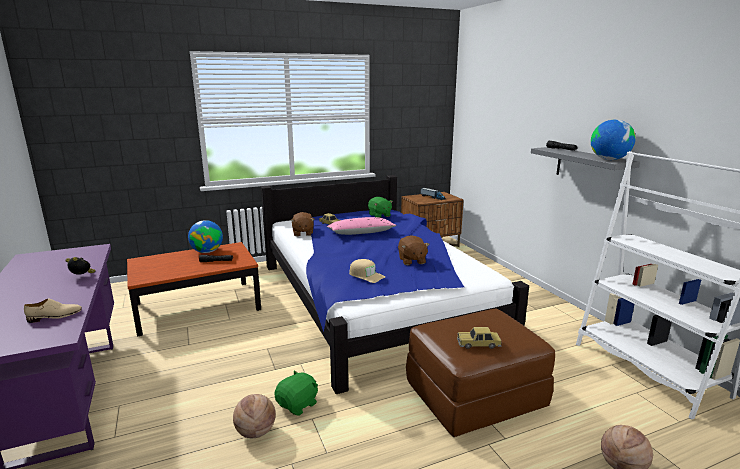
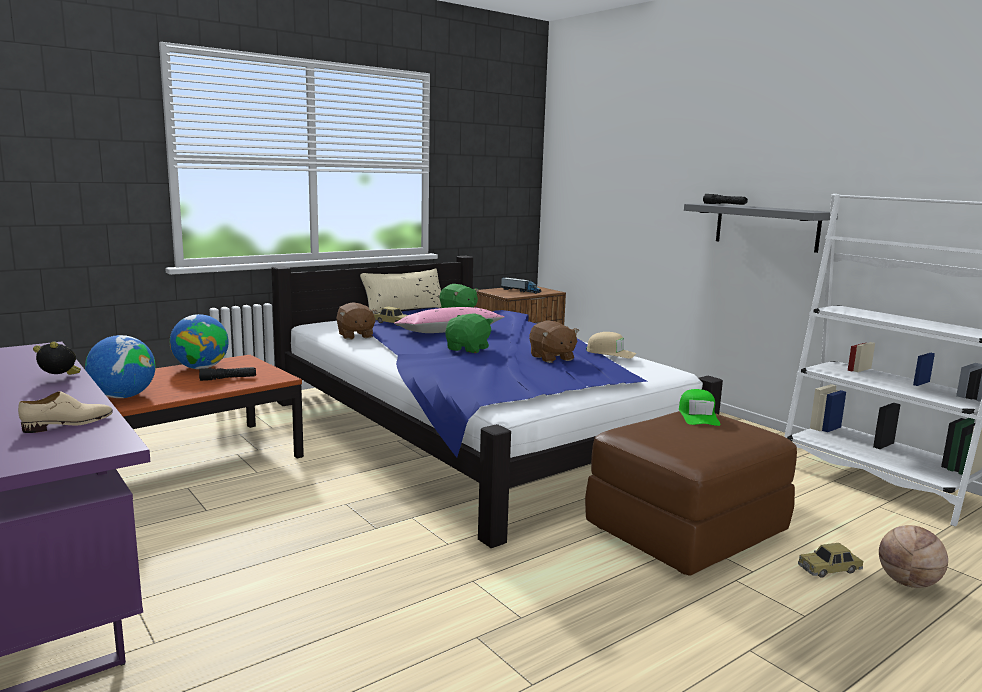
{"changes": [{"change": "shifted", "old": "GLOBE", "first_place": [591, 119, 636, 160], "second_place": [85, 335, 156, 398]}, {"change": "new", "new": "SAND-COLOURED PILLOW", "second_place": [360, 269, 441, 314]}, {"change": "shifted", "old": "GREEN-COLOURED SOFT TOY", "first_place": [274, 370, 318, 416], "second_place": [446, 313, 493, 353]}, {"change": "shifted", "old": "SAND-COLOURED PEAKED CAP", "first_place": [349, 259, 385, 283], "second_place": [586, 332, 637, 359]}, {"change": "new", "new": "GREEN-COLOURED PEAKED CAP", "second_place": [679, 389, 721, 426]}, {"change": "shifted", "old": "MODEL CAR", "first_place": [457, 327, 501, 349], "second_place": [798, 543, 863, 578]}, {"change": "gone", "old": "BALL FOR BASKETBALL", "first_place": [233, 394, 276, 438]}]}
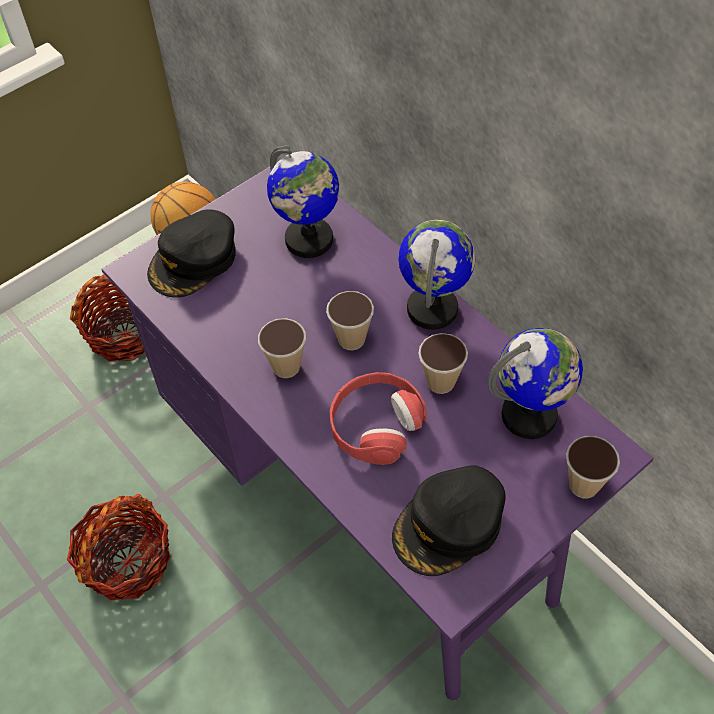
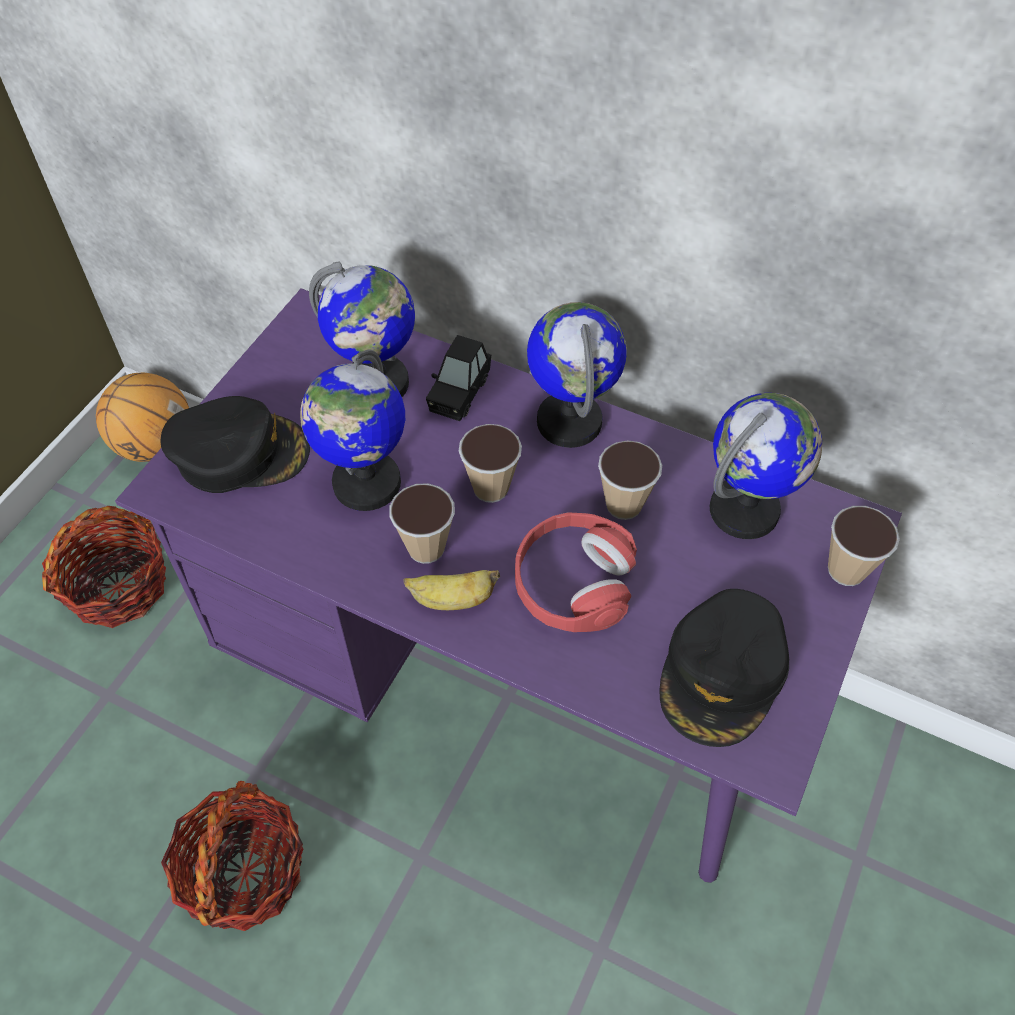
{"changes": [{"change": "rotated", "old": "BLACKISH PEAKED CAP", "first_place": [147, 209, 236, 298], "second_place": [161, 396, 310, 493], "degrees": -105}, {"change": "new", "new": "GLOBE", "second_place": [300, 350, 405, 511]}, {"change": "new", "new": "BANANA", "second_place": [403, 570, 500, 610]}, {"change": "new", "new": "BLACKISH MODEL CAR", "second_place": [426, 335, 491, 421]}]}
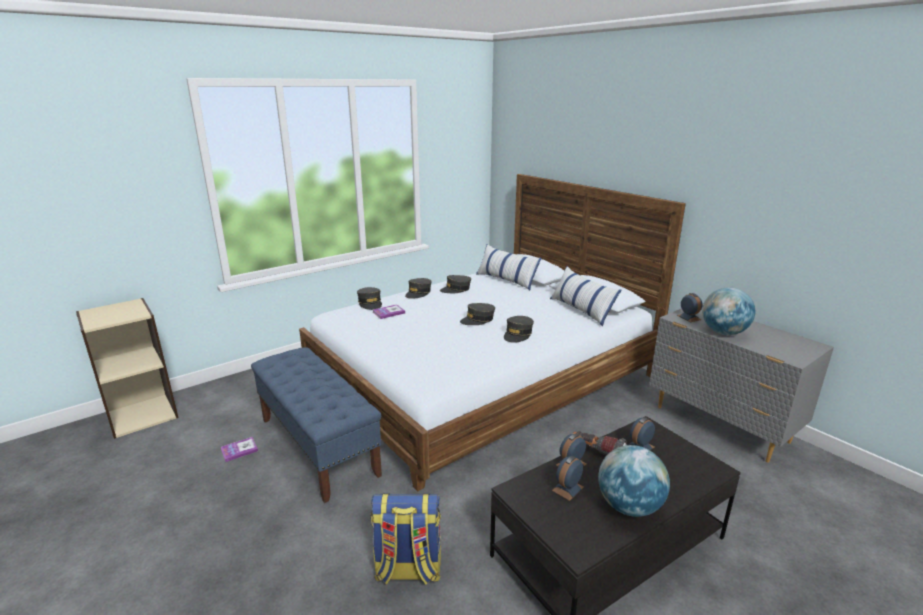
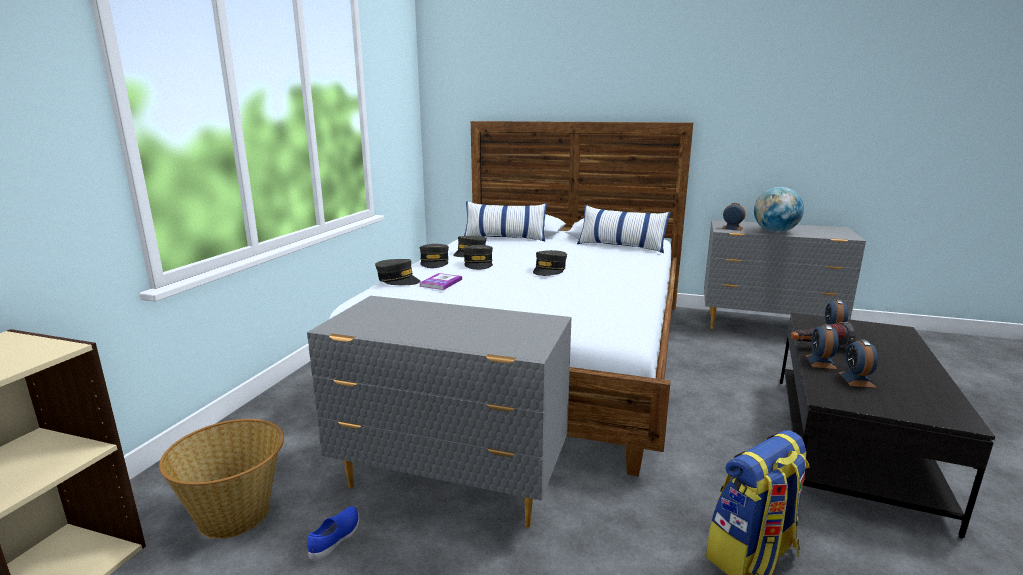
{"changes": [{"change": "new", "new": "BASKET", "second_place": [159, 419, 284, 539]}, {"change": "swapped", "old": "BLUISH LONG SEAT", "new": "GRAY CHEST OF DRAWERS", "first_place": [251, 347, 382, 503], "second_place": [307, 296, 571, 528]}, {"change": "swapped", "old": "VOLUME", "new": "BLUISH LOW SHOE", "first_place": [221, 437, 258, 462], "second_place": [307, 506, 359, 561]}, {"change": "shifted", "old": "GRAY PEAKED CAP", "first_place": [504, 316, 534, 343], "second_place": [463, 245, 493, 270]}, {"change": "gone", "old": "GLOBE", "first_place": [598, 445, 670, 517]}]}
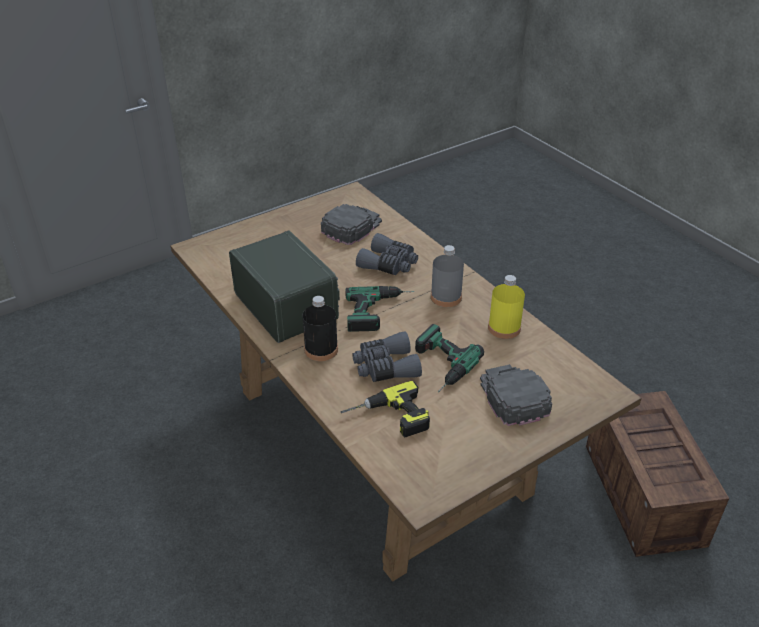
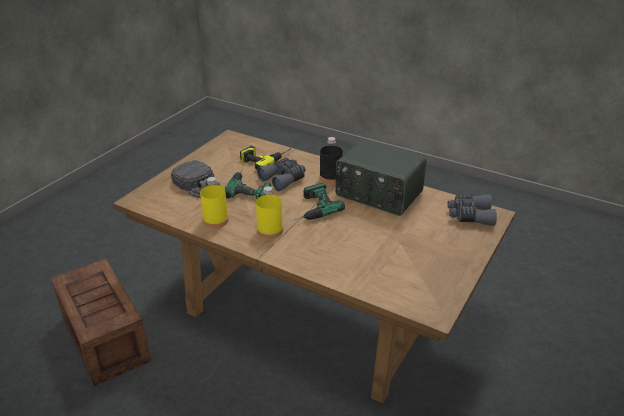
{"changes": [{"change": "repainted", "old": "GRAY DRINK BOTTLE", "new": "YELLOWISH DRINK BOTTLE", "first_place": [431, 245, 464, 307], "second_place": [256, 186, 283, 239]}, {"change": "shifted", "old": "GRAY BINOCULARS", "first_place": [356, 233, 418, 275], "second_place": [447, 194, 497, 226]}, {"change": "gone", "old": "BLACKISH PEAKED CAP", "first_place": [321, 204, 382, 245]}]}
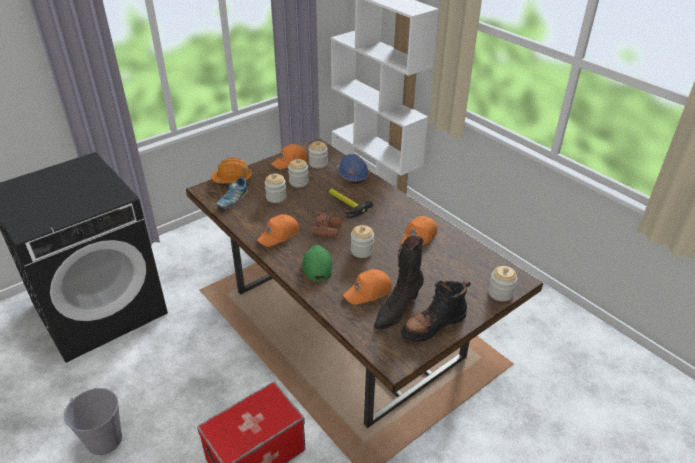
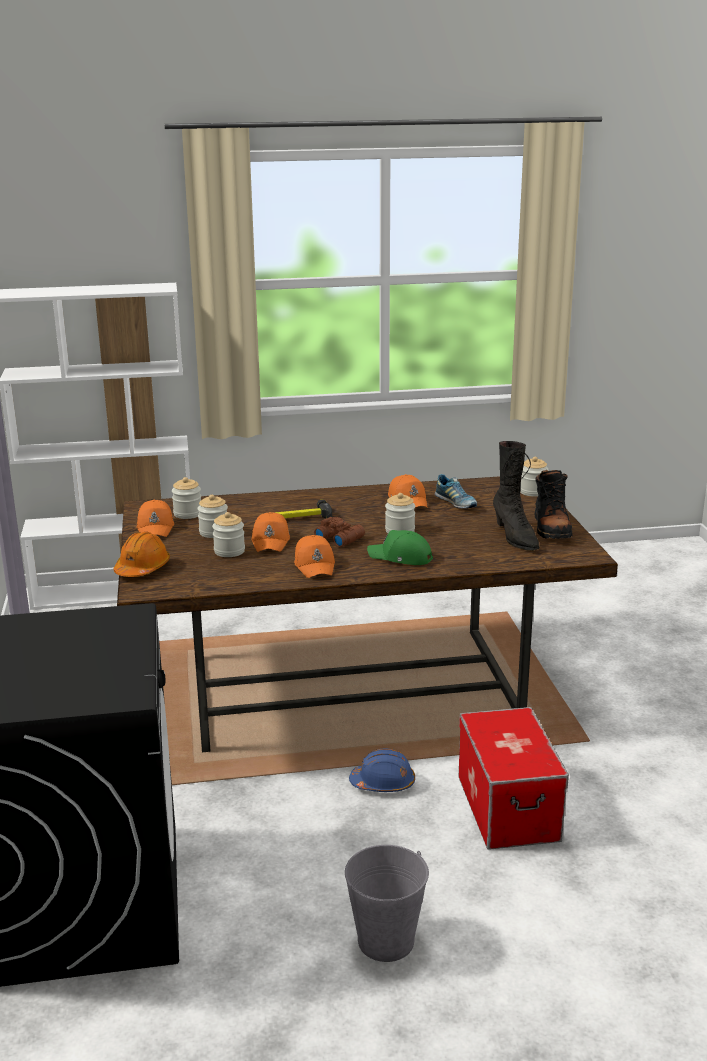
{"changes": [{"change": "shifted", "old": "ORANGEY PEAKED CAP", "first_place": [343, 269, 392, 305], "second_place": [251, 512, 290, 552]}, {"change": "shifted", "old": "BLUISH SAFETY HELMET", "first_place": [336, 154, 370, 183], "second_place": [349, 748, 415, 792]}, {"change": "shifted", "old": "LOW SHOE", "first_place": [216, 177, 248, 209], "second_place": [435, 474, 477, 508]}]}
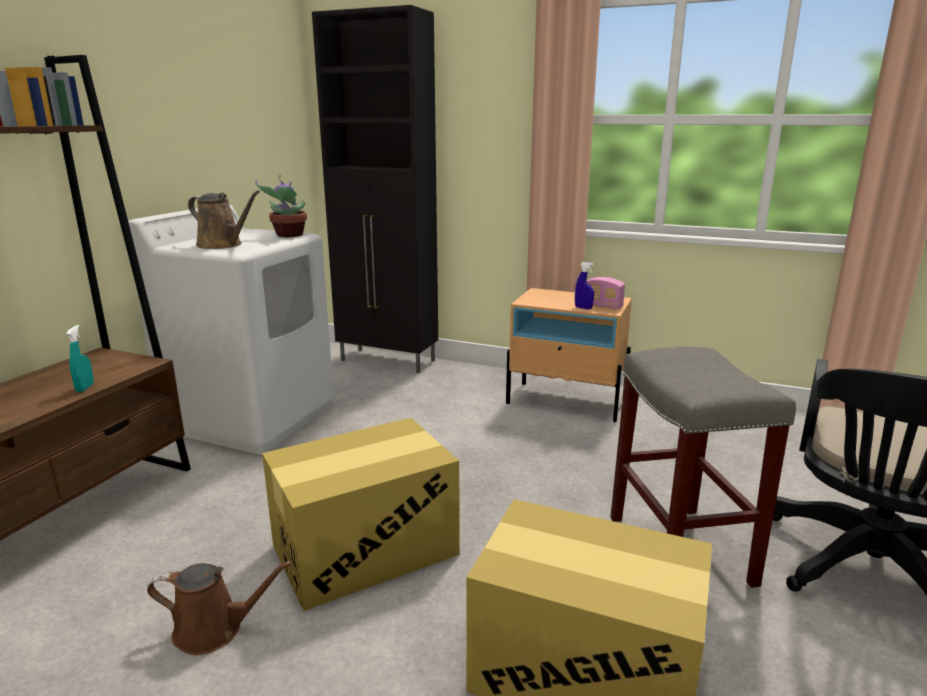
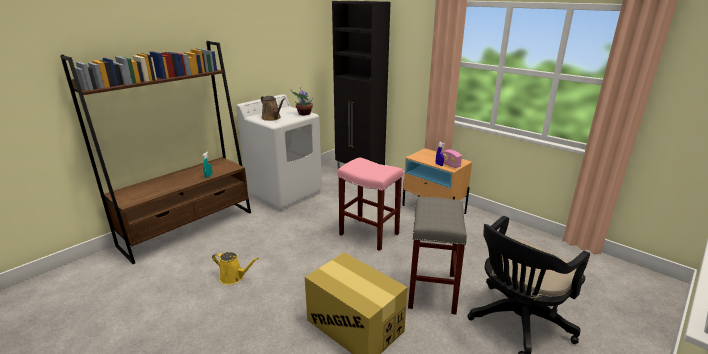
{"changes": [{"change": "repainted", "old": "BROWN WATERING CAN", "new": "YELLOWISH WATERING CAN", "first_place": [147, 561, 292, 655], "second_place": [212, 252, 259, 285]}, {"change": "new", "new": "PINK-COLOURED SITTING STOOL", "second_place": [337, 157, 403, 251]}, {"change": "gone", "old": "CARDBOARD BOX", "first_place": [262, 418, 460, 611]}]}
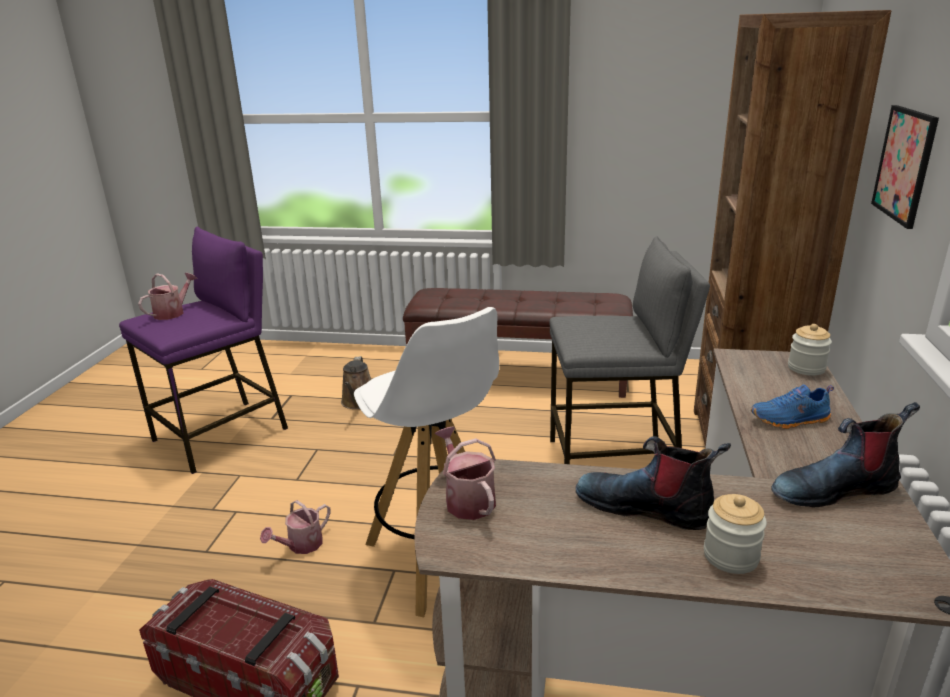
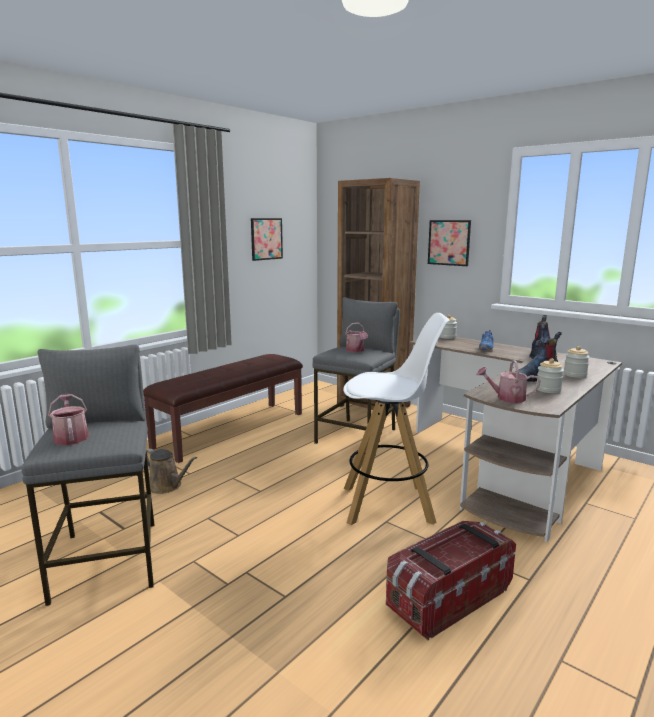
{"changes": [{"change": "repainted", "old": "PURPLE SITTING STOOL", "new": "GRAY SITTING STOOL", "first_place": [119, 226, 288, 474], "second_place": [21, 345, 154, 606]}, {"change": "new", "new": "WALL PICTURE", "second_place": [251, 218, 283, 261]}, {"change": "shifted", "old": "WATERING CAN", "first_place": [260, 500, 331, 554], "second_place": [345, 323, 368, 352]}, {"change": "new", "new": "STORAGE JAR", "second_place": [536, 358, 564, 393]}]}
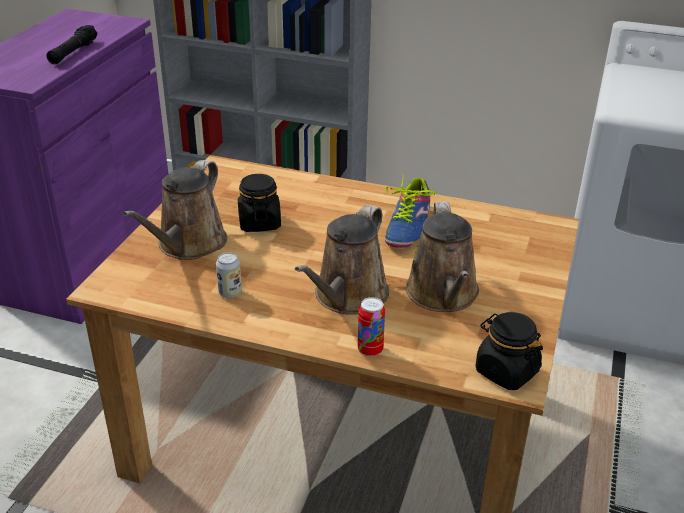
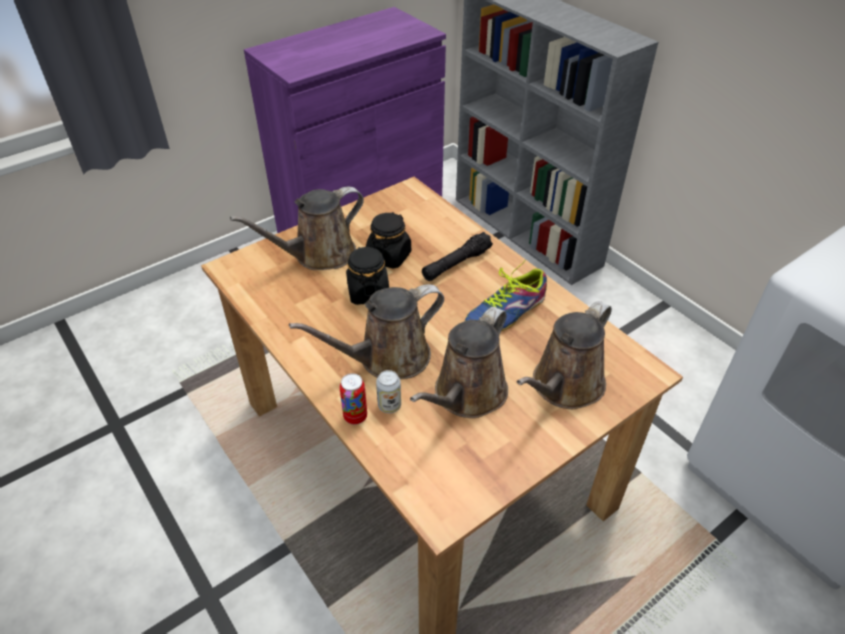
{"changes": [{"change": "shifted", "old": "BLACKISH STORAGE JAR", "first_place": [476, 312, 543, 390], "second_place": [346, 246, 389, 305]}, {"change": "shifted", "old": "CAN", "first_place": [216, 252, 242, 298], "second_place": [376, 370, 401, 413]}, {"change": "shifted", "old": "BLACKISH FLASHLIGHT", "first_place": [46, 25, 98, 64], "second_place": [422, 232, 493, 281]}, {"change": "new", "new": "BROWN WATERING CAN", "second_place": [517, 301, 612, 409]}]}
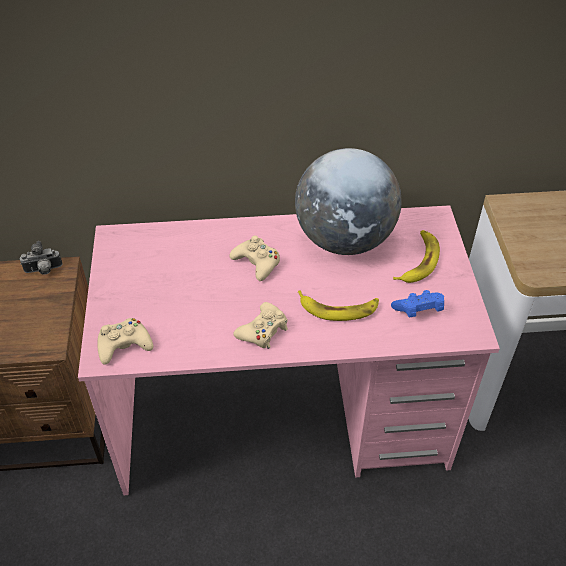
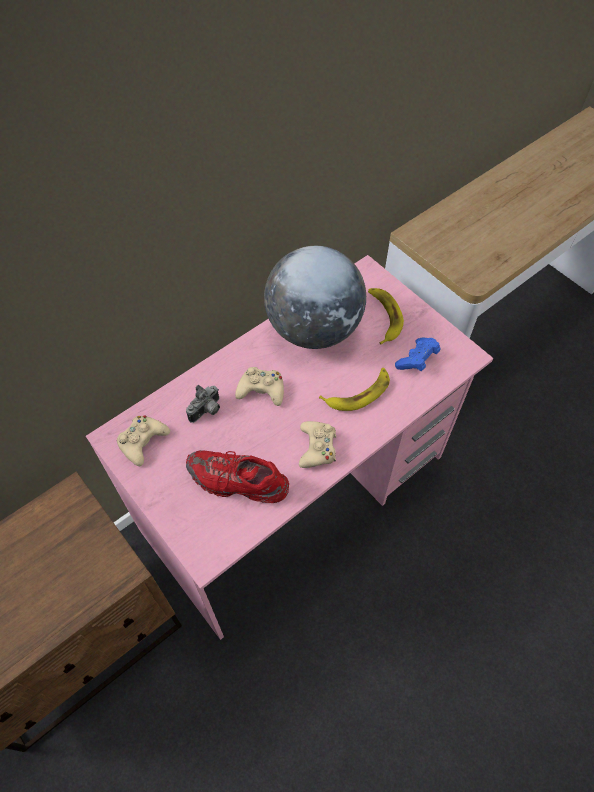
{"changes": [{"change": "shifted", "old": "SAND-COLOURED GAMEPAD", "first_place": [97, 318, 153, 365], "second_place": [117, 415, 170, 466]}, {"change": "shifted", "old": "PHOTO CAMERA", "first_place": [20, 241, 63, 275], "second_place": [186, 385, 220, 423]}, {"change": "new", "new": "RED-COLOURED LOW SHOE", "second_place": [186, 450, 289, 503]}]}
